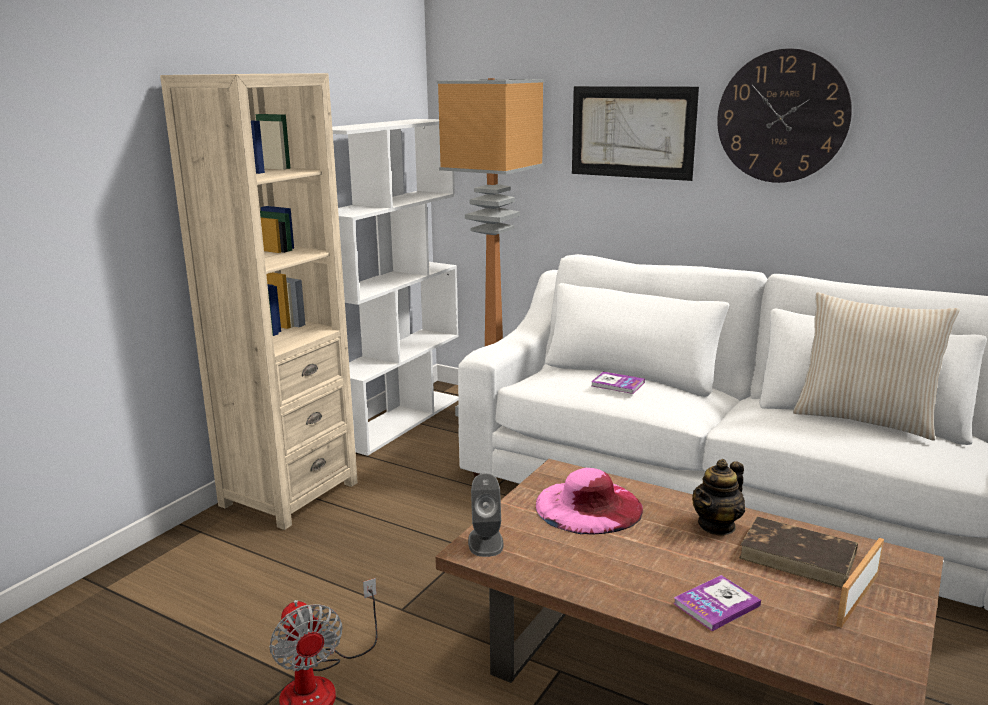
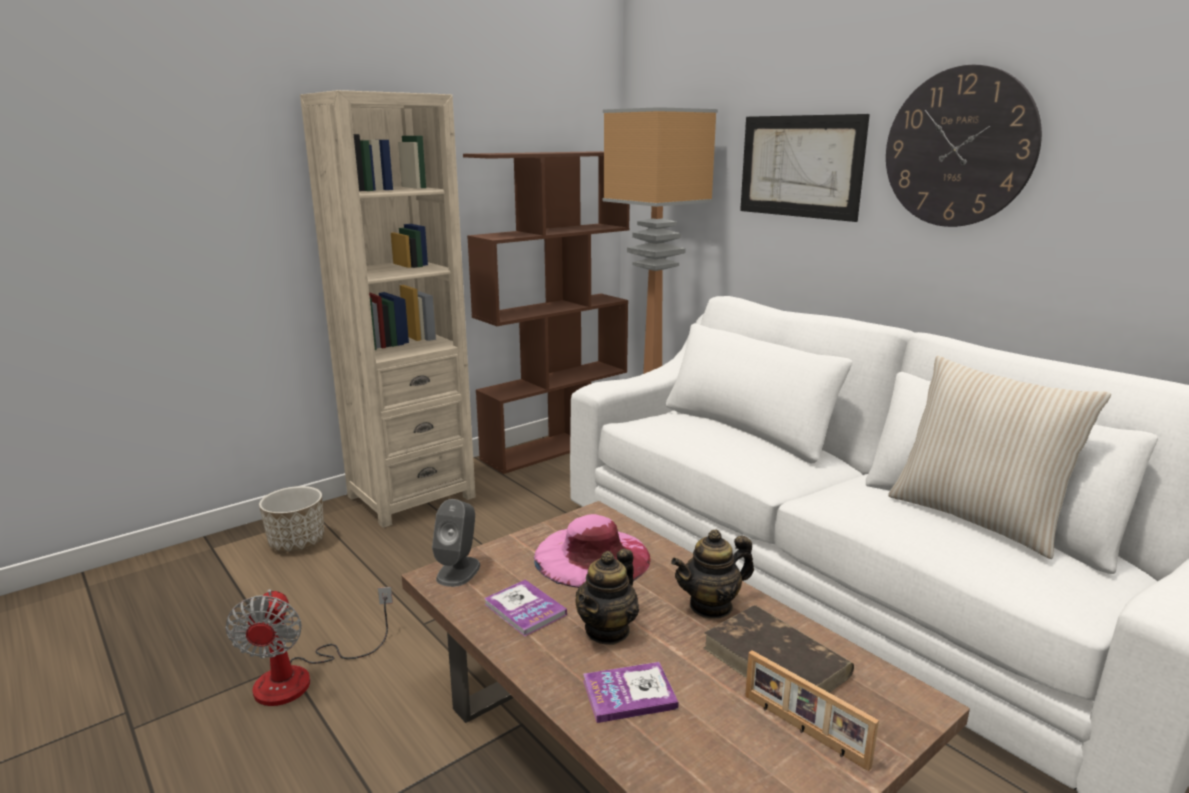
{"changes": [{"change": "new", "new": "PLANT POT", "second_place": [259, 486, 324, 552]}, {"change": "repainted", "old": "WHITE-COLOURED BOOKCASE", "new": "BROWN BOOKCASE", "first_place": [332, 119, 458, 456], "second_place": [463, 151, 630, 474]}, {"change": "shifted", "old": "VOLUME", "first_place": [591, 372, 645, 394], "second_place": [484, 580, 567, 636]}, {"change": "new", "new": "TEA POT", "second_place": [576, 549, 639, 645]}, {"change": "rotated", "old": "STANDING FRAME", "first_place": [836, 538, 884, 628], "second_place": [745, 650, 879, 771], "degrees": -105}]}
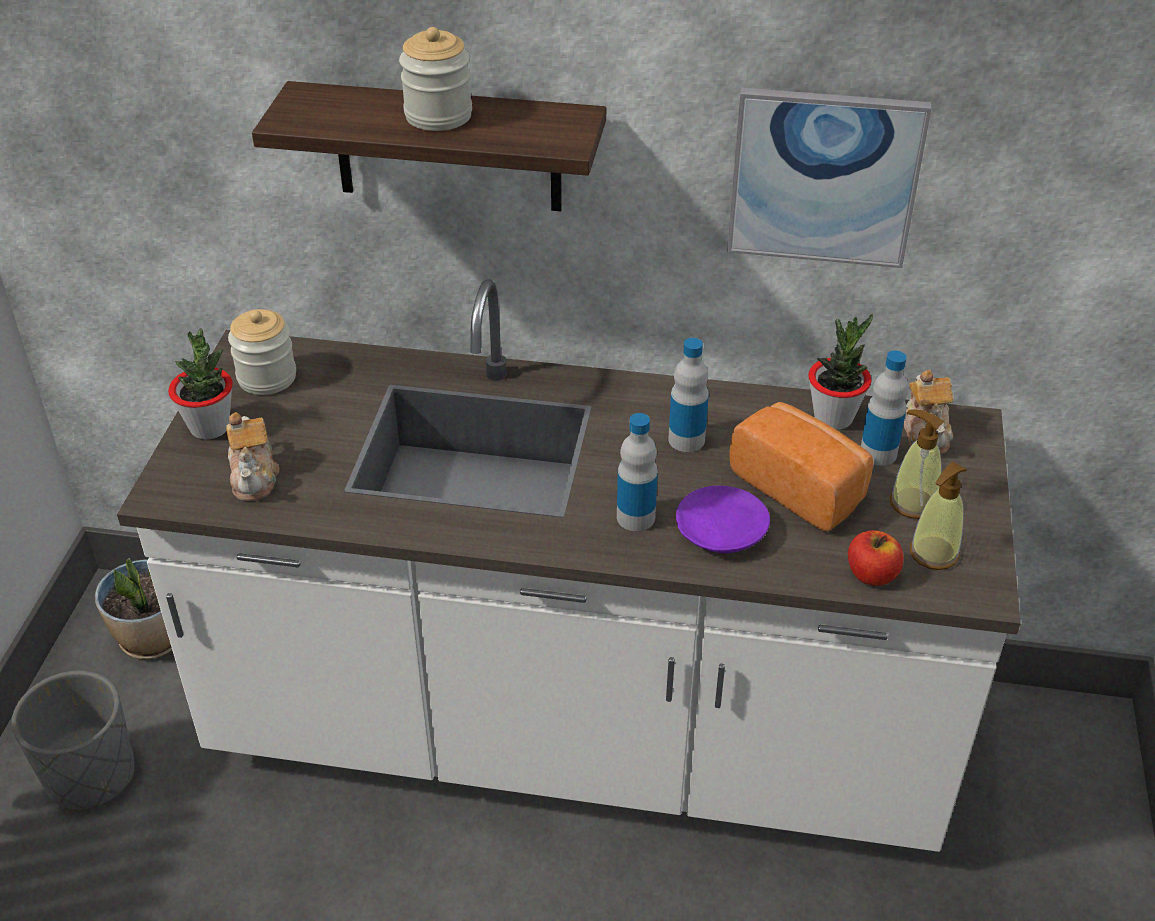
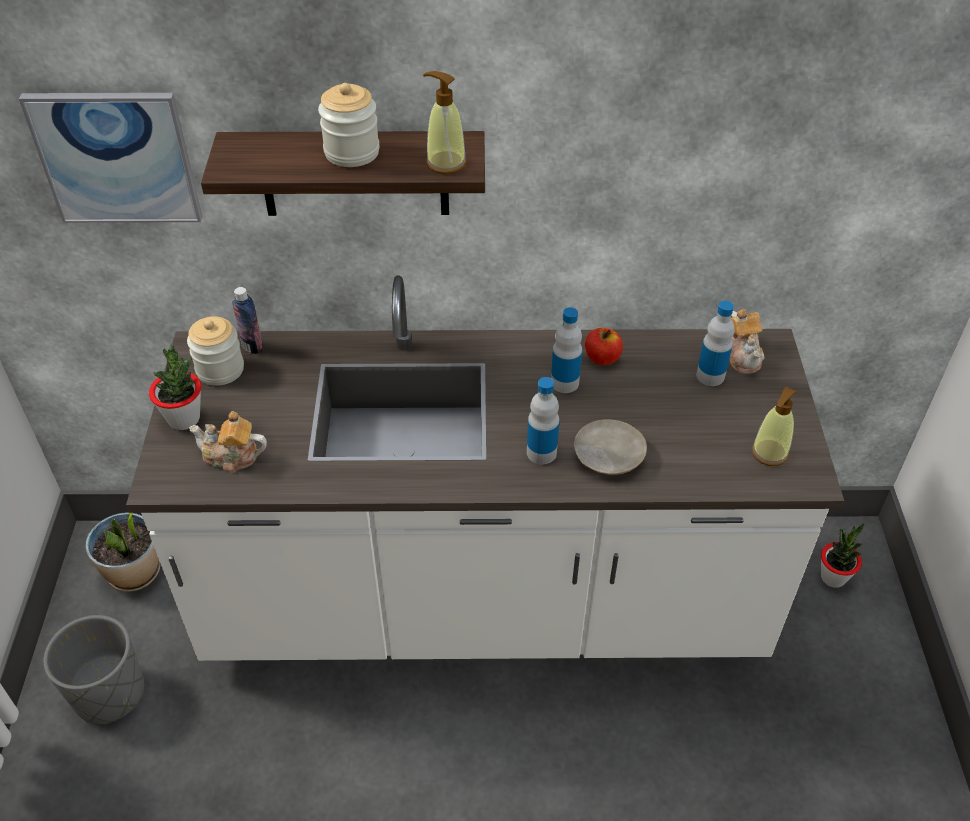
{"changes": [{"change": "shifted", "old": "WALL PICTURE", "first_place": [727, 88, 931, 268], "second_place": [19, 93, 203, 223]}, {"change": "rotated", "old": "TEA POT", "first_place": [226, 412, 279, 501], "second_place": [189, 411, 267, 472], "degrees": 120}, {"change": "new", "new": "DRINK BOTTLE", "second_place": [232, 287, 264, 354]}, {"change": "shifted", "old": "SOAP DISPENSER", "first_place": [890, 409, 944, 519], "second_place": [423, 71, 467, 174]}, {"change": "repainted", "old": "PURPLE PLATE", "new": "SAND-COLOURED PLATE", "first_place": [676, 486, 770, 553], "second_place": [574, 419, 647, 475]}, {"change": "shifted", "old": "APPLE FRUIT", "first_place": [848, 530, 904, 586], "second_place": [585, 328, 623, 365]}, {"change": "shifted", "old": "PLANT IN A POT", "first_place": [808, 314, 873, 430], "second_place": [821, 523, 865, 588]}, {"change": "gone", "old": "BAKED BREAD", "first_place": [730, 402, 874, 532]}]}
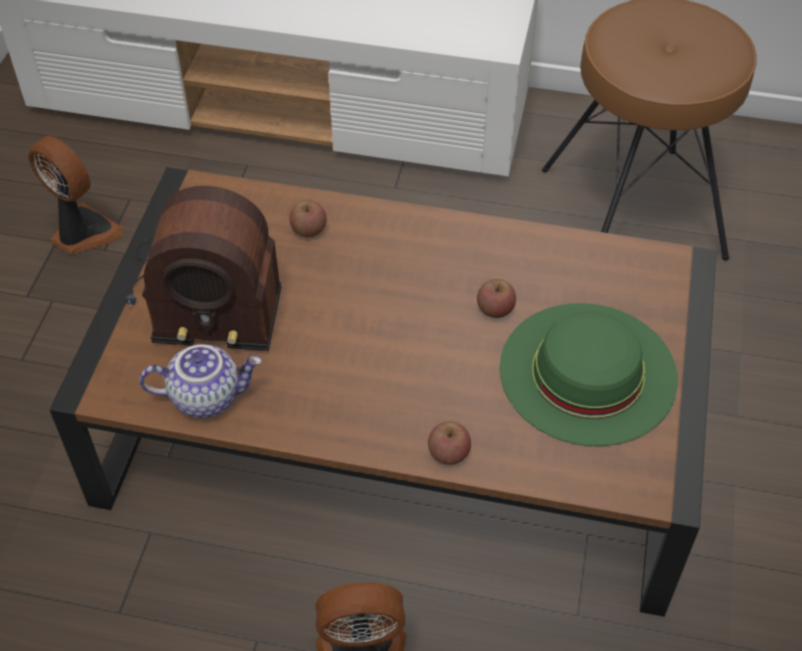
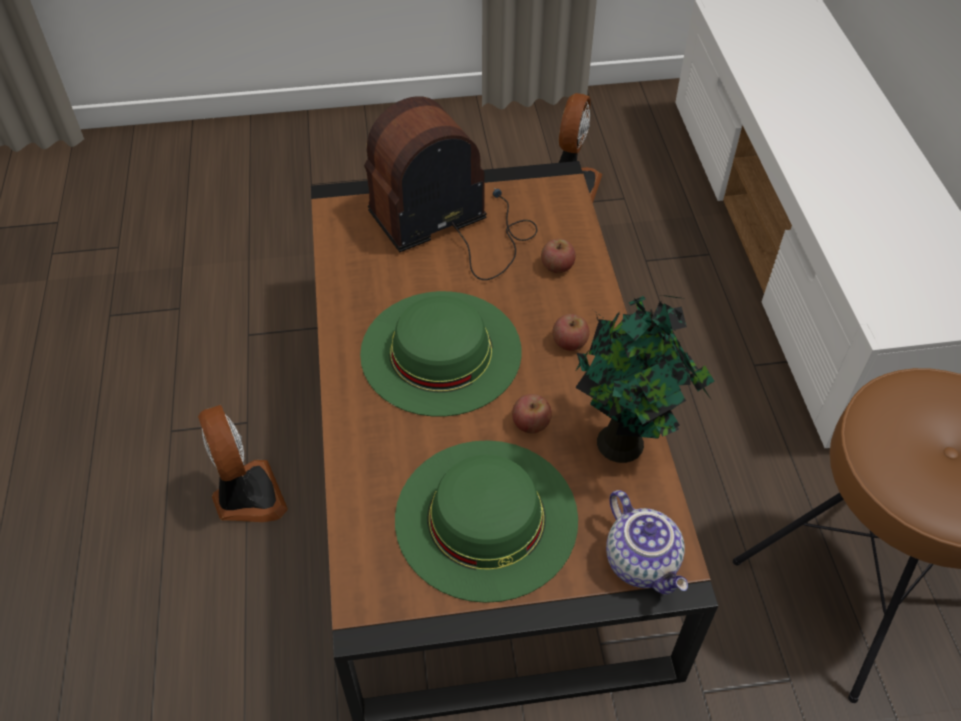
{"changes": [{"change": "new", "new": "GREEN-COLOURED WEARABLE HAT", "second_place": [360, 291, 522, 417]}, {"change": "rotated", "old": "RADIO SET", "first_place": [125, 186, 281, 351], "second_place": [364, 96, 537, 280], "degrees": 75}, {"change": "shifted", "old": "APPLE FRUIT", "first_place": [428, 421, 471, 465], "second_place": [552, 314, 589, 351]}, {"change": "new", "new": "PLANT IN A POT", "second_place": [575, 295, 714, 463]}, {"change": "shifted", "old": "TEA POT", "first_place": [140, 344, 262, 418], "second_place": [606, 490, 688, 595]}]}
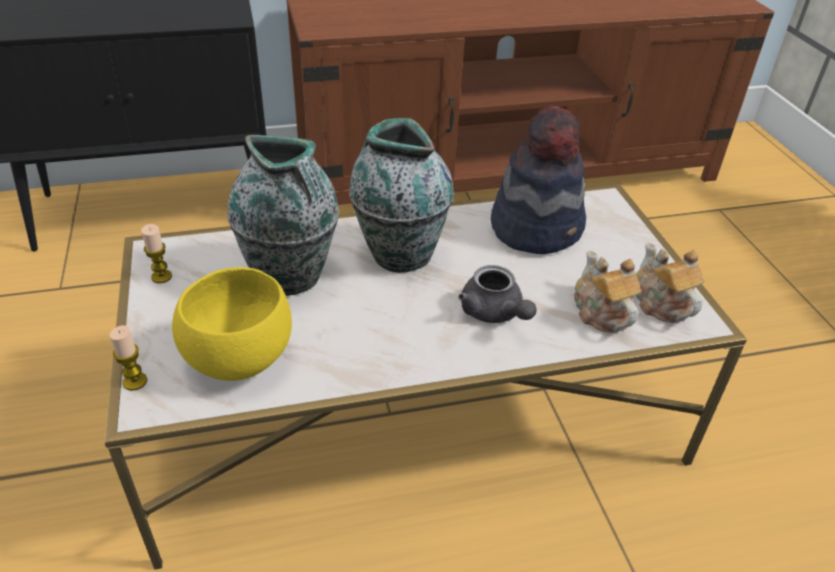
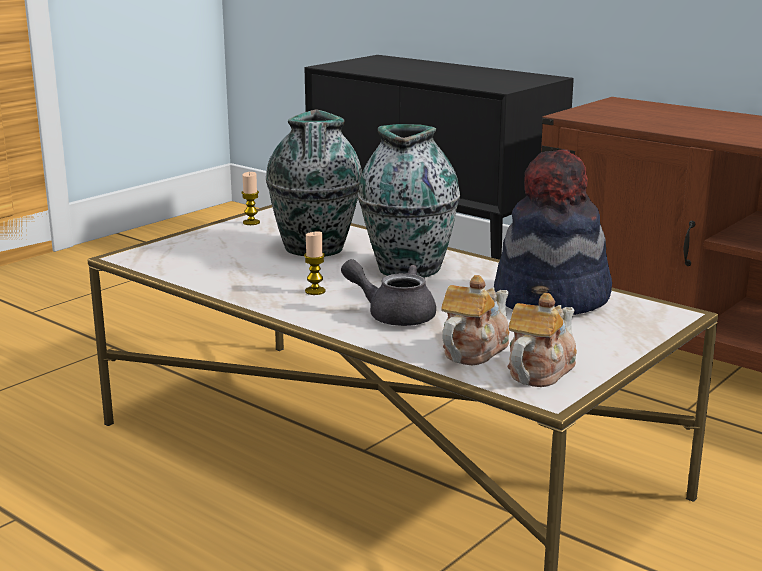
{"changes": [{"change": "shifted", "old": "WAX CANDLE", "first_place": [110, 325, 147, 391], "second_place": [304, 232, 325, 295]}, {"change": "rotated", "old": "GRAY TEA POT", "first_place": [458, 265, 537, 323], "second_place": [341, 259, 436, 326], "degrees": 90}, {"change": "gone", "old": "YELLOWISH DEEP DISH", "first_place": [172, 267, 292, 381]}]}
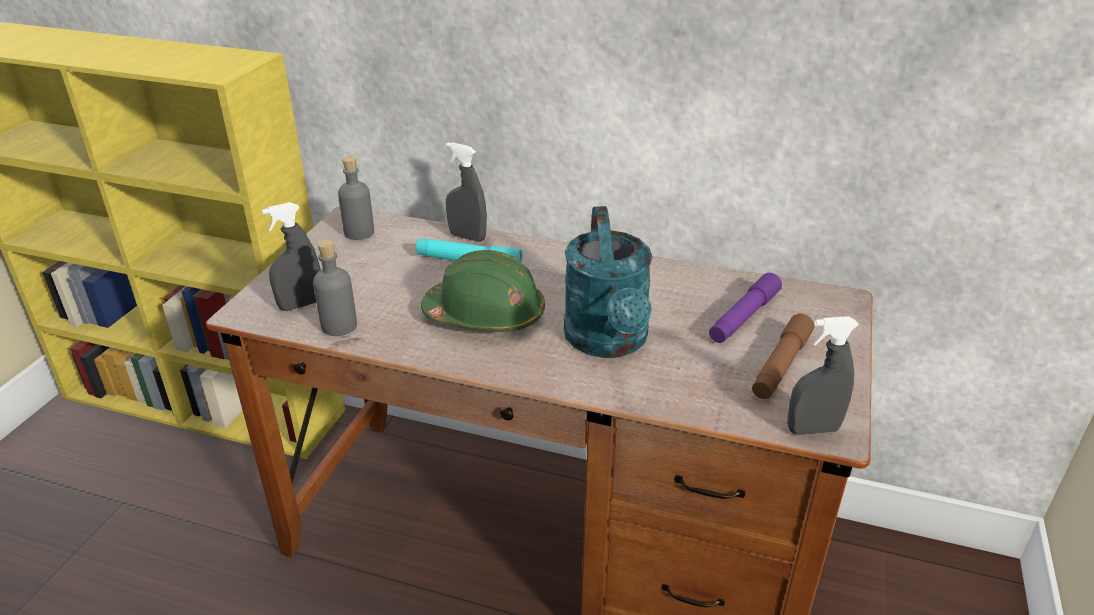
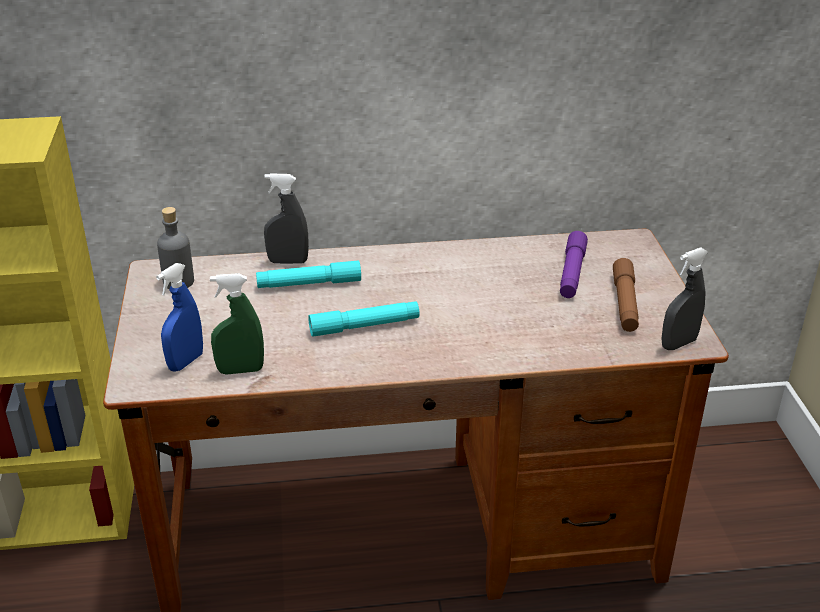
{"changes": [{"change": "repainted", "old": "GRAY SPRAYER", "new": "BLUISH SPRAYER", "first_place": [262, 202, 321, 311], "second_place": [156, 263, 203, 372]}, {"change": "swapped", "old": "GRAY DRINK BOTTLE", "new": "GREEN-COLOURED SPRAYER", "first_place": [313, 240, 357, 336], "second_place": [210, 273, 264, 375]}, {"change": "swapped", "old": "GREEN-COLOURED SAFETY HELMET", "new": "BLUE-GREEN FLASHLIGHT", "first_place": [421, 250, 545, 332], "second_place": [308, 301, 420, 337]}, {"change": "gone", "old": "BLUE-GREEN WATERING CAN", "first_place": [564, 206, 653, 358]}]}
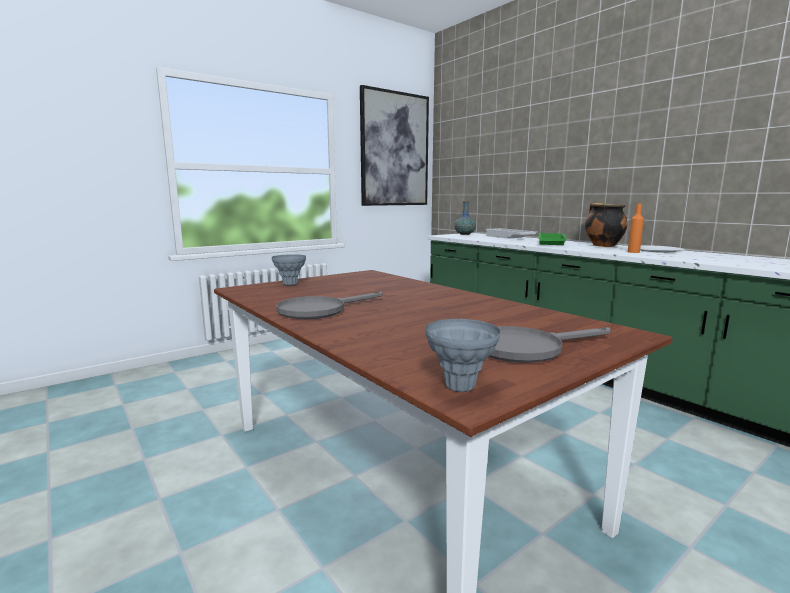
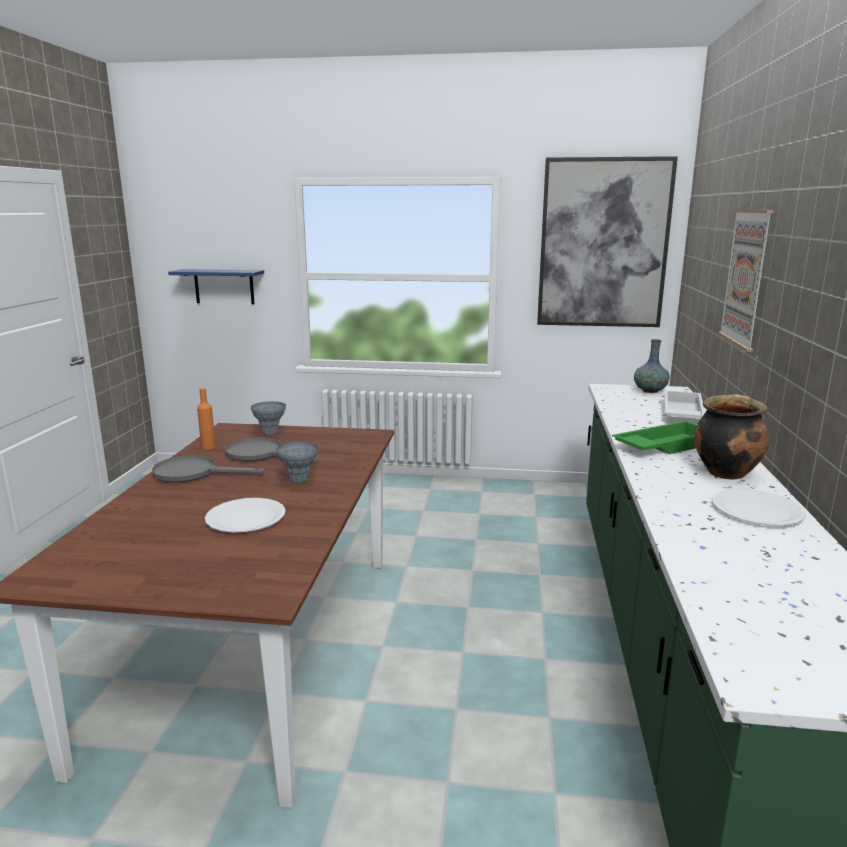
{"changes": [{"change": "new", "new": "BLUISH SHELF", "second_place": [168, 269, 264, 304]}, {"change": "shifted", "old": "ORANGEY DRINK BOTTLE", "first_place": [628, 204, 644, 253], "second_place": [197, 388, 216, 450]}, {"change": "new", "new": "WHITE-COLOURED PLATE", "second_place": [205, 498, 286, 532]}, {"change": "shifted", "old": "GRAY FRYING PAN", "first_place": [489, 326, 610, 363], "second_place": [225, 438, 317, 462]}, {"change": "shifted", "old": "GRAY VASE", "first_place": [425, 319, 500, 392], "second_place": [276, 442, 318, 483]}, {"change": "new", "new": "WALL PICTURE", "second_place": [718, 210, 774, 352]}]}
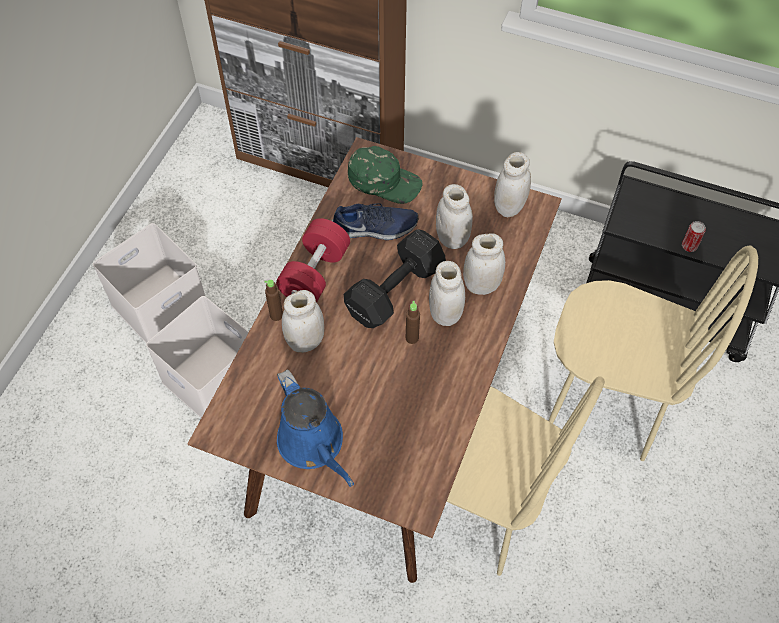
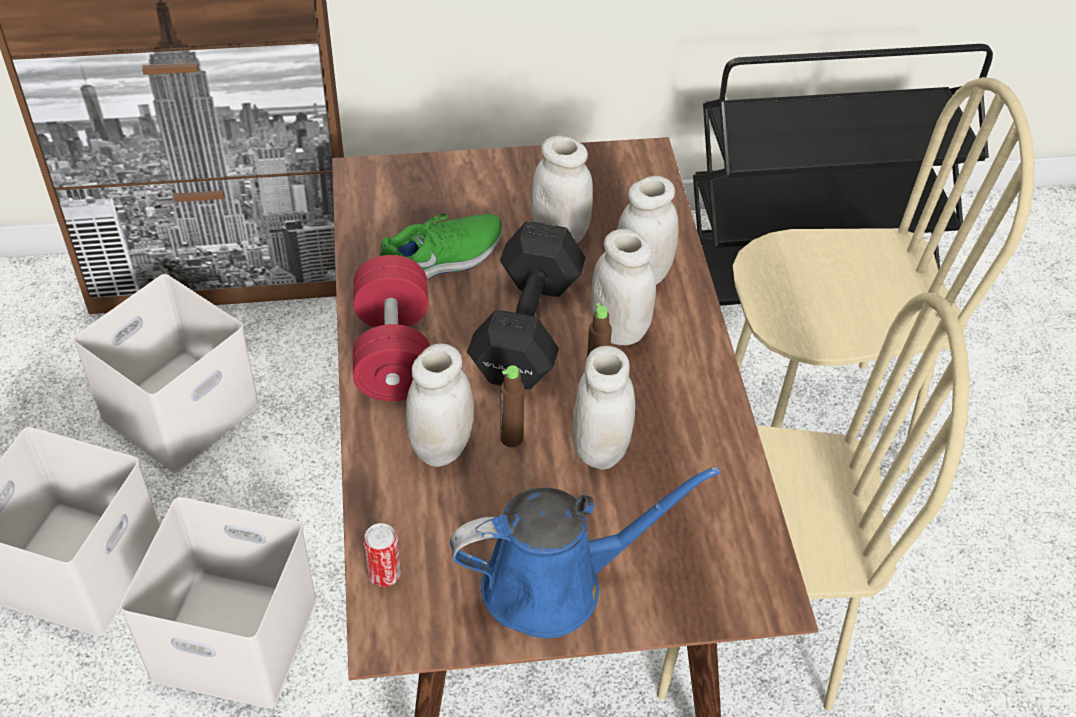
{"changes": [{"change": "new", "new": "WHITE-COLOURED STORAGE CONTAINER", "second_place": [73, 274, 260, 473]}, {"change": "shifted", "old": "CAN", "first_place": [682, 221, 706, 252], "second_place": [363, 523, 401, 587]}, {"change": "repainted", "old": "BLUISH LOW SHOE", "new": "GREEN-COLOURED LOW SHOE", "first_place": [332, 203, 418, 240], "second_place": [380, 214, 502, 279]}, {"change": "rotated", "old": "BLUISH WATERING CAN", "first_place": [277, 369, 354, 487], "second_place": [450, 466, 721, 638], "degrees": -45}, {"change": "shifted", "old": "BROWN DRINK BOTTLE", "first_place": [264, 279, 283, 321], "second_place": [500, 365, 524, 447]}, {"change": "shifted", "old": "WHITE-COLOURED STORAGE JAR", "first_place": [494, 152, 531, 217], "second_place": [573, 346, 635, 470]}, {"change": "gone", "old": "GREEN-COLOURED PEAKED CAP", "first_place": [348, 146, 423, 204]}]}
